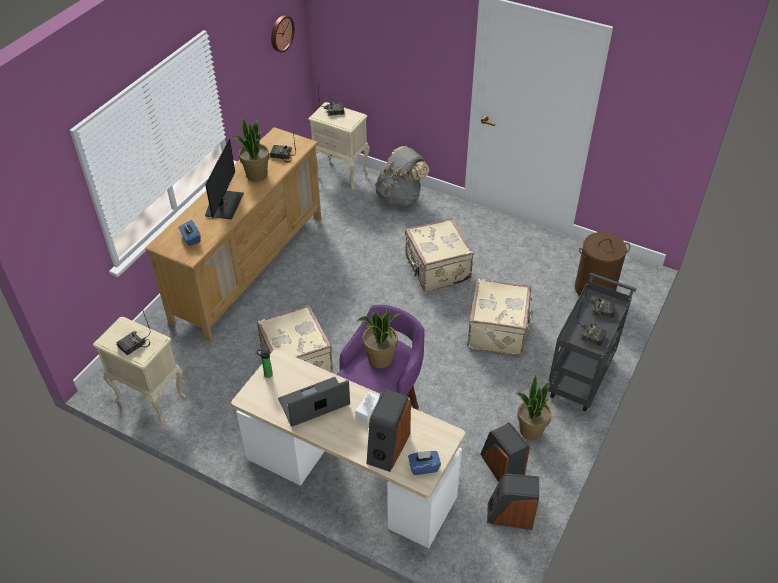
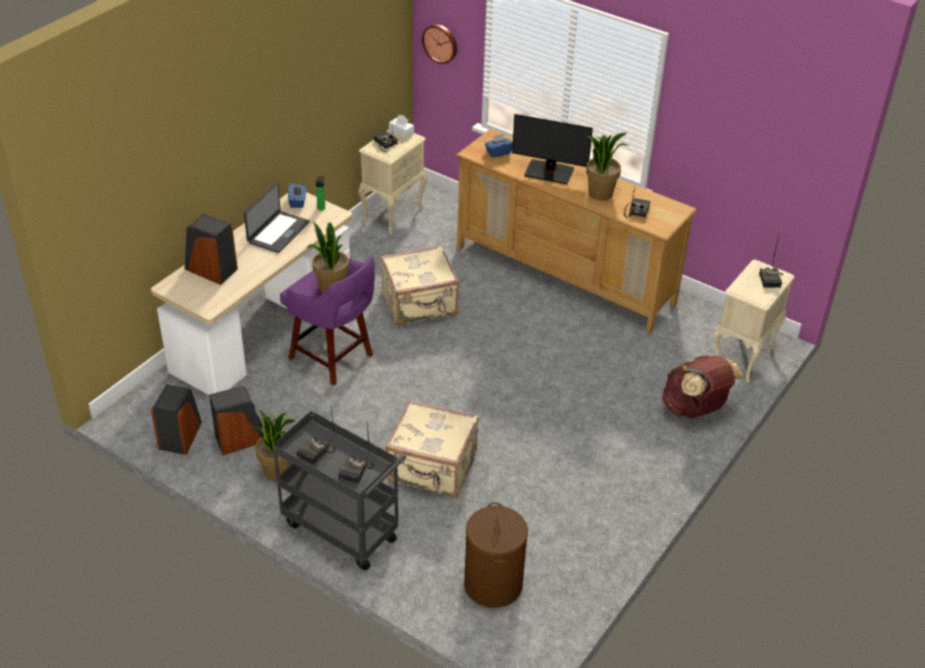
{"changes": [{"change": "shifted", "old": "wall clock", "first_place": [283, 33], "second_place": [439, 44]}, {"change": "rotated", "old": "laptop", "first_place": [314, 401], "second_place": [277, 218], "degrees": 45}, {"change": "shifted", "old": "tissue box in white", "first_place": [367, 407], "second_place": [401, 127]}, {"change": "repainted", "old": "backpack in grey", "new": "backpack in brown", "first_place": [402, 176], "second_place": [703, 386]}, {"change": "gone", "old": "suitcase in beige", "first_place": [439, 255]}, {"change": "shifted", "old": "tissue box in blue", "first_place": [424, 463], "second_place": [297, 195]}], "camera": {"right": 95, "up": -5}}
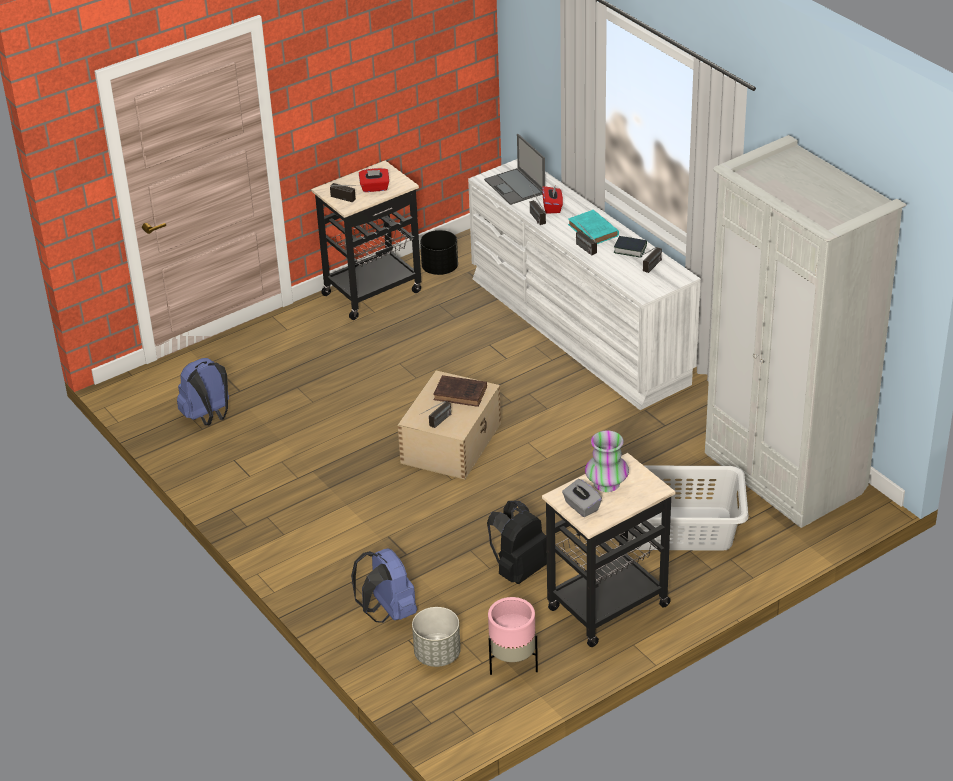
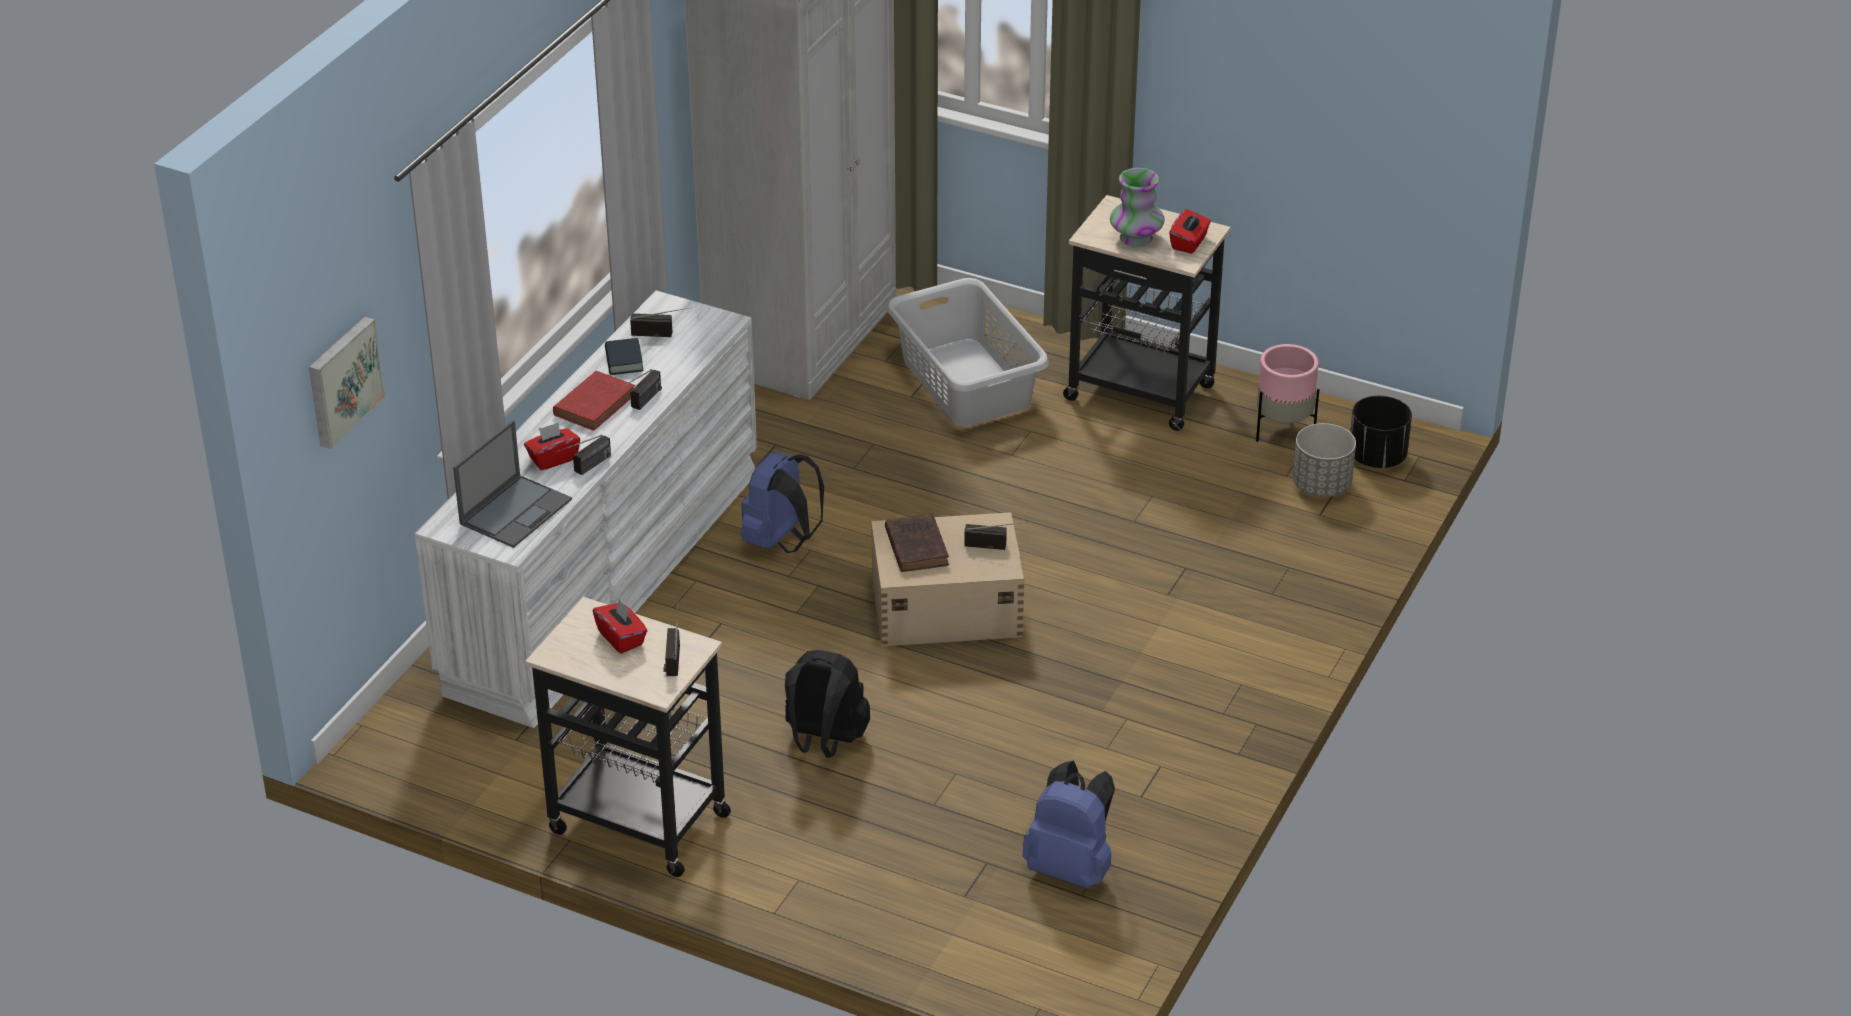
{"changes": [{"change": "shifted", "old": "backpack in blue", "first_place": [384, 585], "second_place": [782, 502]}, {"change": "shifted", "old": "planter in black", "first_place": [439, 252], "second_place": [1381, 432]}, {"change": "shifted", "old": "backpack in black", "first_place": [517, 542], "second_place": [827, 704]}, {"change": "repainted", "old": "tissue box in grey", "new": "tissue box in red", "first_place": [582, 498], "second_place": [1190, 231]}, {"change": "repainted", "old": "book in turquoise", "new": "book in red", "first_place": [593, 227], "second_place": [594, 401]}, {"change": "new", "new": "picture", "second_place": [347, 383]}], "camera": {"right": -120, "up": 0}}
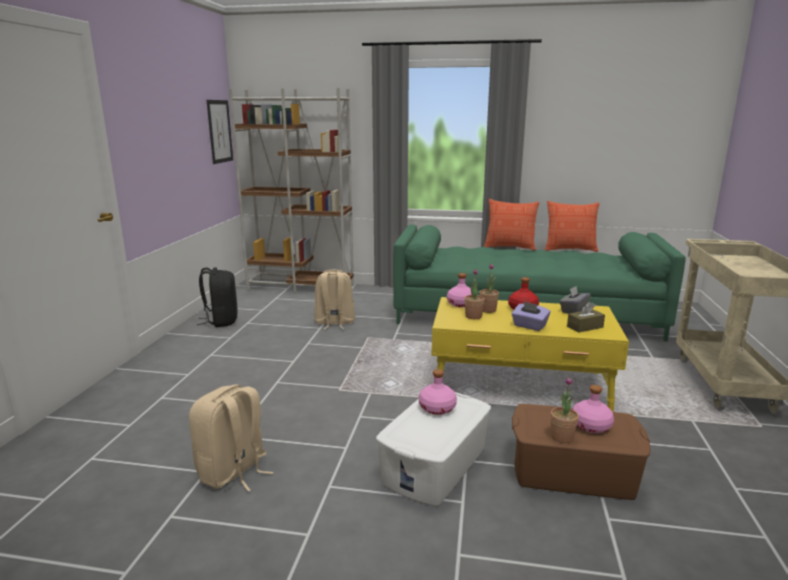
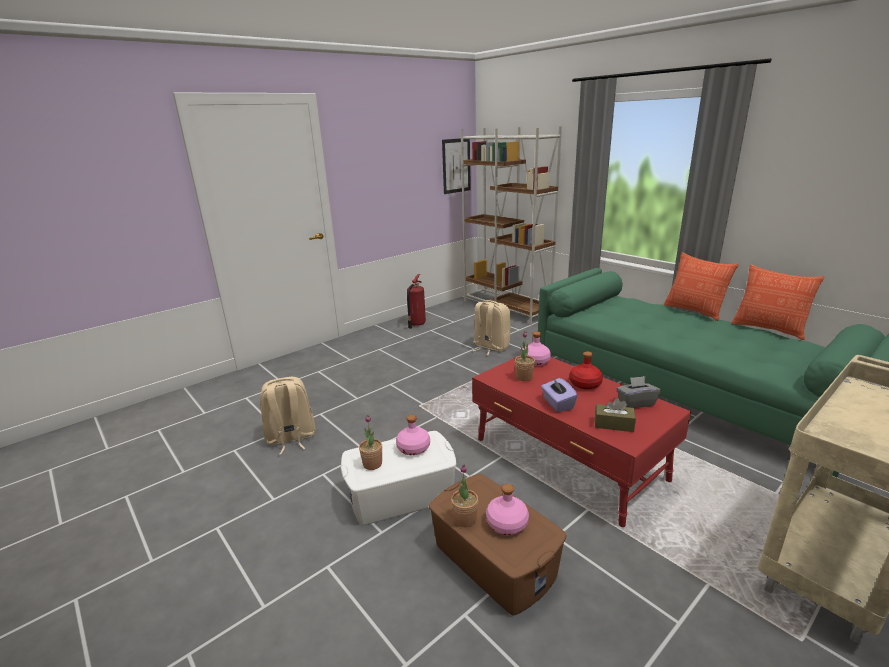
{"changes": [{"change": "swapped", "old": "backpack in black", "new": "fire extinguisher", "first_place": [217, 297], "second_place": [416, 301]}, {"change": "repainted", "old": "coffee table in yellow", "new": "coffee table in red", "first_place": [530, 354], "second_place": [581, 441]}, {"change": "shifted", "old": "potted plant", "first_place": [489, 288], "second_place": [370, 442]}], "camera": {"right": 40, "up": 5}}
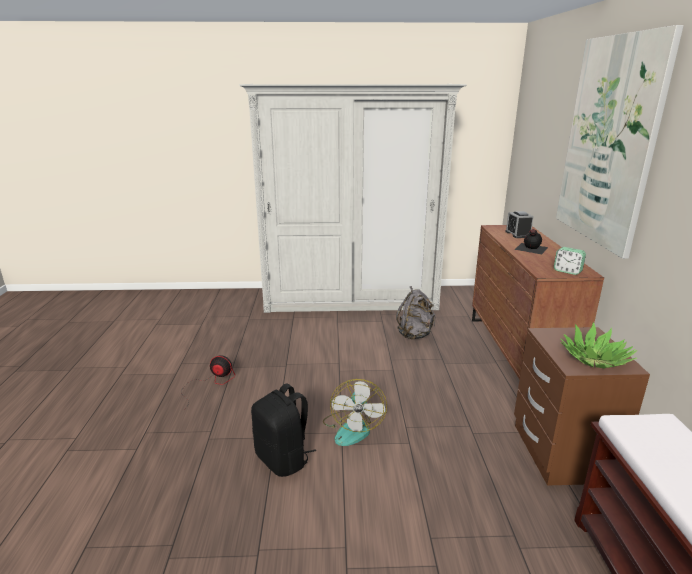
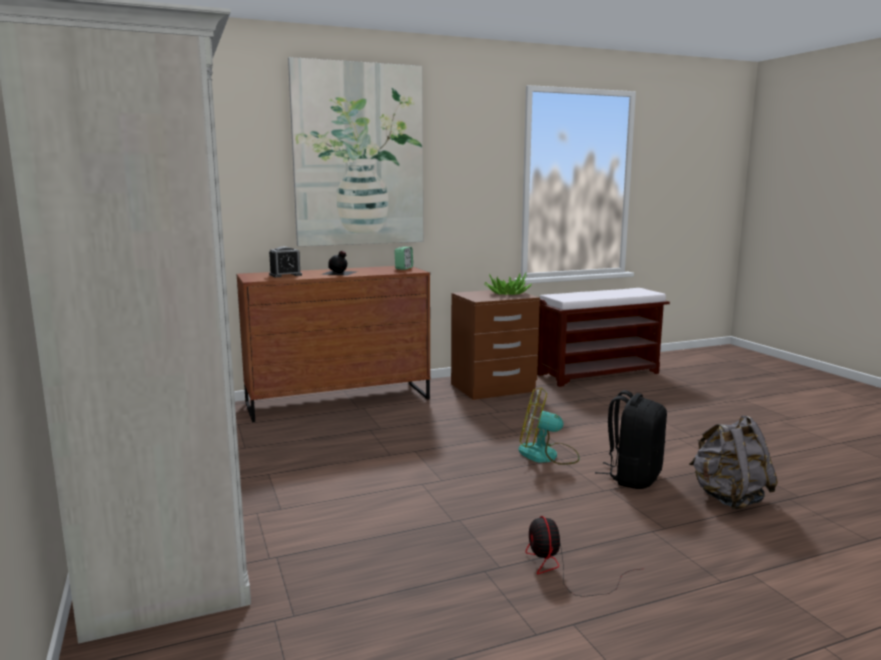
{"changes": [{"change": "rotated", "old": "fan", "first_place": [355, 412], "second_place": [549, 426], "degrees": -150}, {"change": "shifted", "old": "backpack in grey", "first_place": [415, 312], "second_place": [733, 462]}], "camera": {"right": -110, "up": -10}}
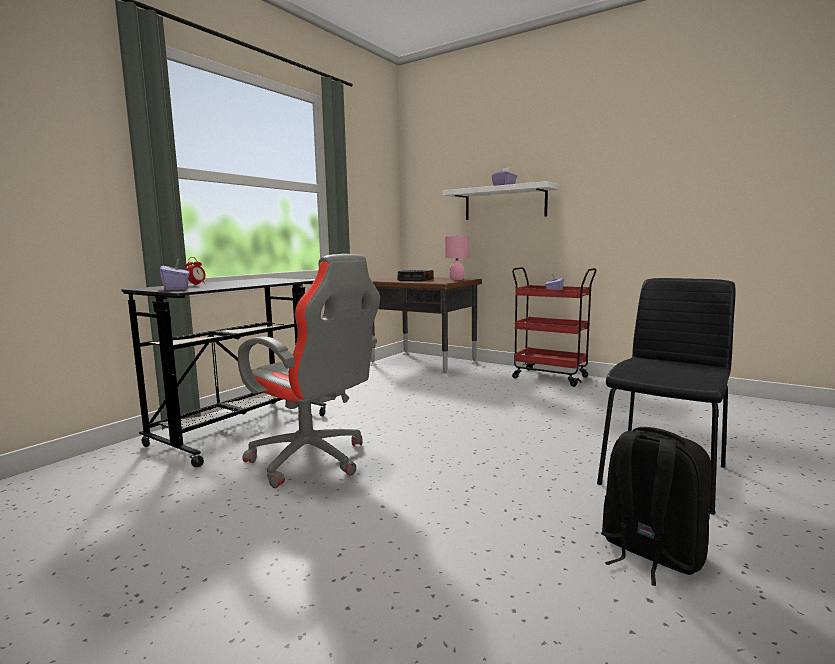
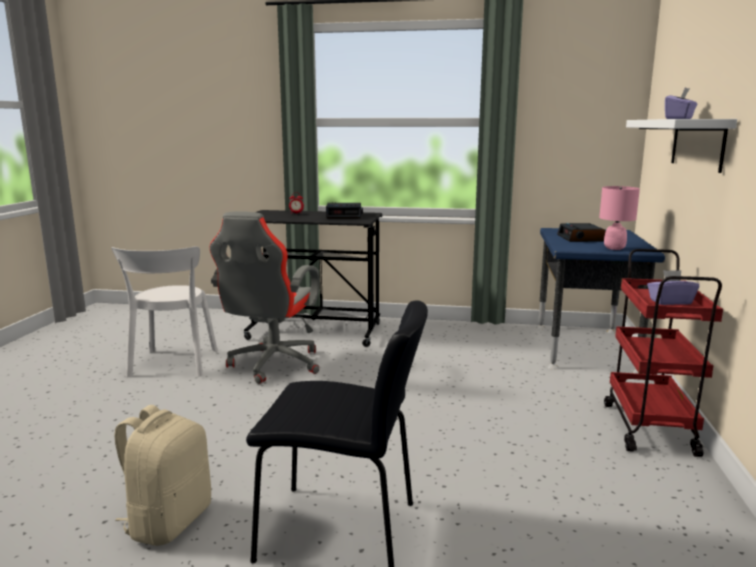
{"changes": [{"change": "gone", "old": "tissue box in purple", "first_place": [175, 274]}, {"change": "repainted", "old": "desk in brown", "new": "desk in blue", "first_place": [426, 327], "second_place": [600, 301]}, {"change": "repainted", "old": "backpack in black", "new": "backpack in beige", "first_place": [656, 506], "second_place": [162, 475]}, {"change": "new", "new": "chair in white", "second_place": [164, 311]}, {"change": "new", "new": "alarm clock", "second_place": [344, 211]}], "camera": {"right": 65, "up": 5}}
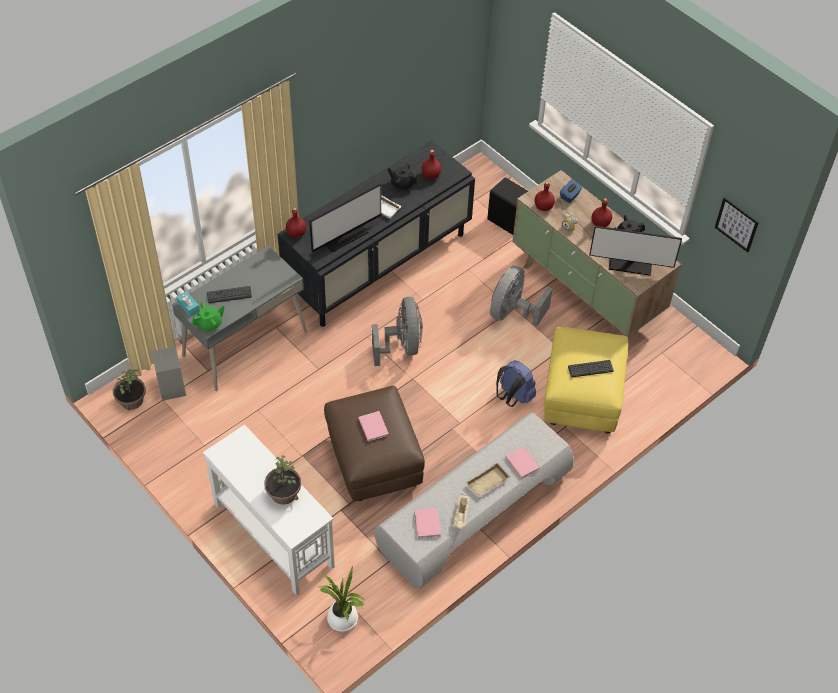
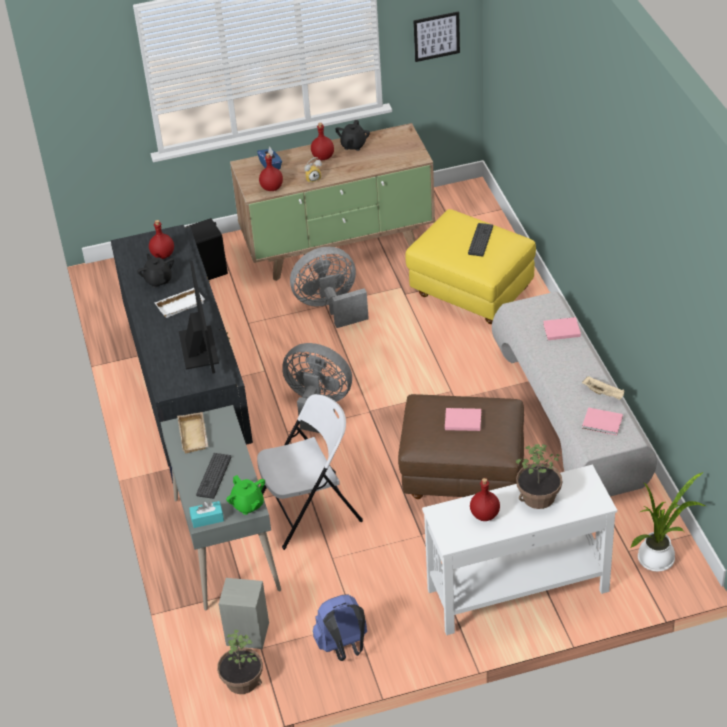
{"changes": [{"change": "rotated", "old": "teapot in green", "first_place": [208, 317], "second_place": [245, 495], "degrees": 150}, {"change": "shifted", "old": "bottle in red", "first_place": [296, 223], "second_place": [485, 499]}, {"change": "rotated", "old": "teapot in black", "first_place": [403, 177], "second_place": [155, 270], "degrees": 105}, {"change": "shifted", "old": "tray in beige", "first_place": [488, 479], "second_place": [193, 433]}, {"change": "rotated", "old": "fan in grey", "first_place": [521, 296], "second_place": [329, 287], "degrees": 105}, {"change": "shifted", "old": "backpack in blue", "first_place": [516, 383], "second_place": [340, 627]}, {"change": "gone", "old": "monitor", "first_place": [635, 251]}, {"change": "new", "new": "chair in white", "second_place": [310, 472]}], "camera": {"right": -60, "up": -10}}
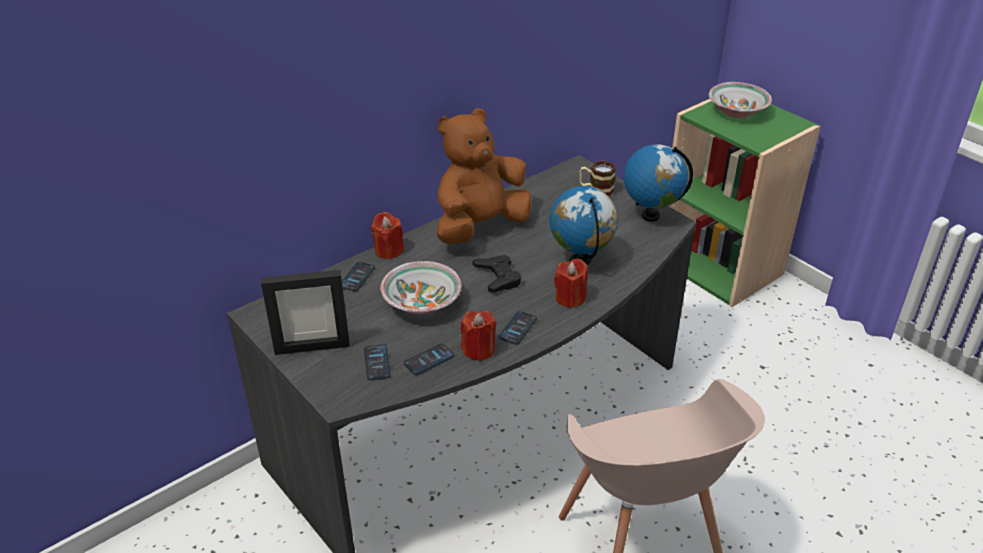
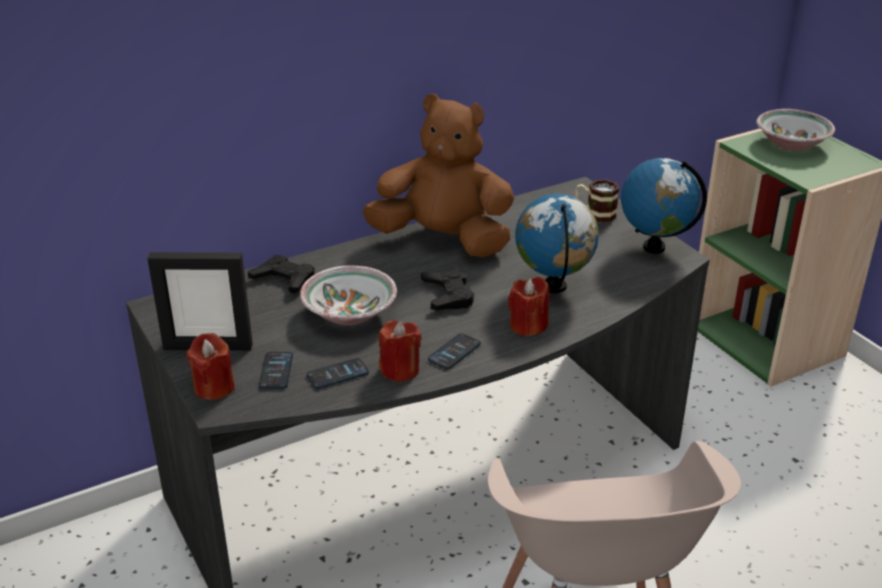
{"changes": [{"change": "swapped", "old": "phone", "new": "game controller in black", "first_place": [358, 276], "second_place": [281, 274]}, {"change": "shifted", "old": "candle in red", "first_place": [387, 235], "second_place": [211, 366]}, {"change": "rotated", "old": "plush toy in brown", "first_place": [484, 176], "second_place": [438, 175], "degrees": 45}], "camera": {"right": 10, "up": -5}}
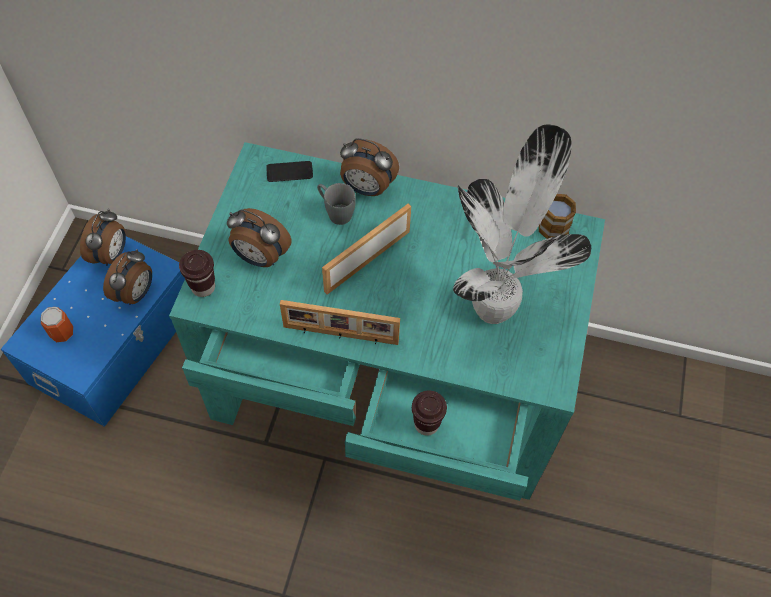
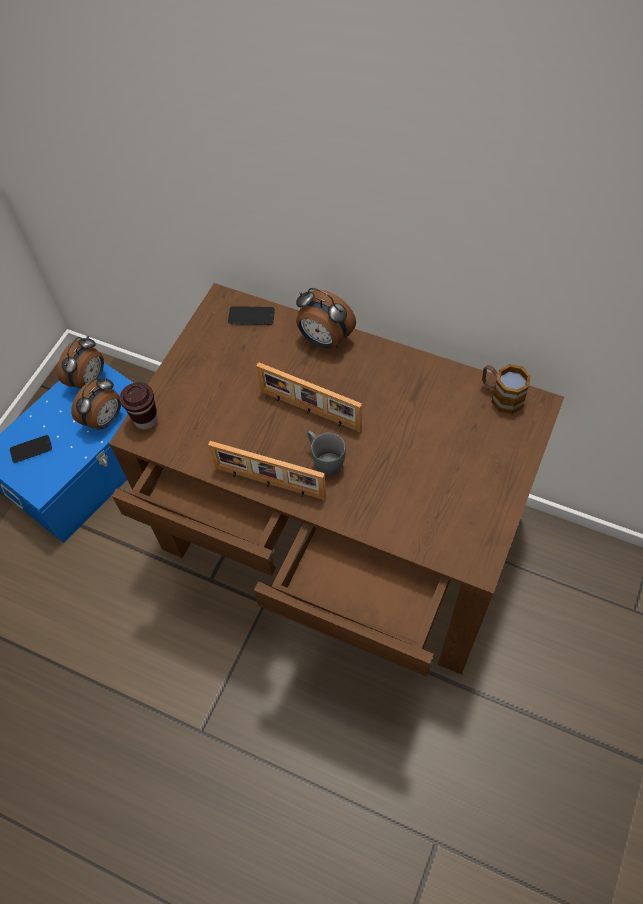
{"changes": [{"change": "swapped", "old": "can", "new": "phone", "first_place": [57, 324], "second_place": [31, 449]}, {"change": "repainted", "old": "desk in turquoise", "new": "desk in brown", "first_place": [387, 321], "second_place": [336, 480]}, {"change": "gone", "old": "alarm clock", "first_place": [259, 237]}, {"change": "shifted", "old": "mug in grey", "first_place": [336, 204], "second_place": [326, 453]}, {"change": "rotated", "old": "picture frame", "first_place": [366, 249], "second_place": [309, 397], "degrees": -120}, {"change": "gone", "old": "cup in brown", "first_place": [429, 413]}, {"change": "gone", "old": "potted plant", "first_place": [522, 224]}], "camera": {"right": 15, "up": 0}}
